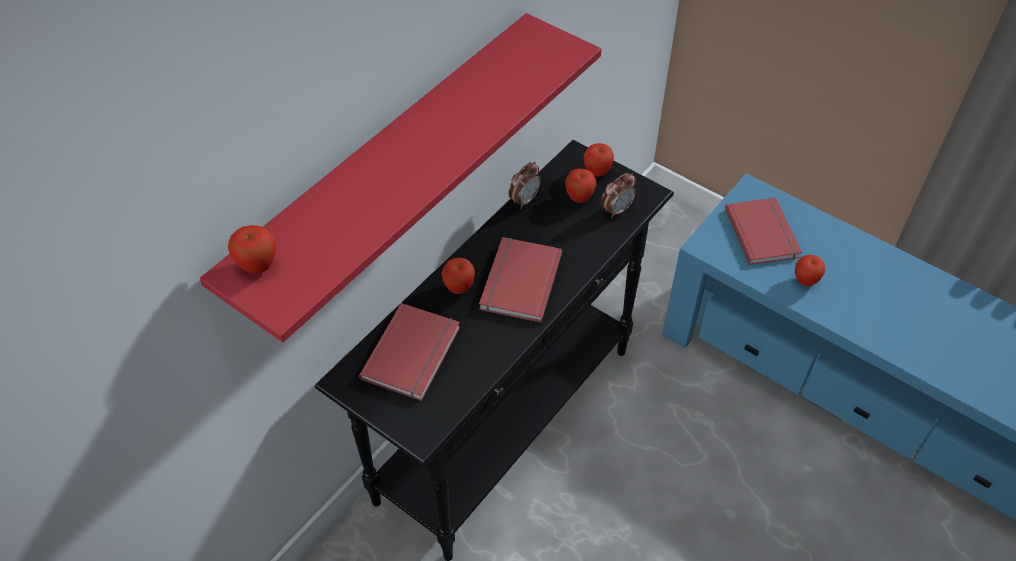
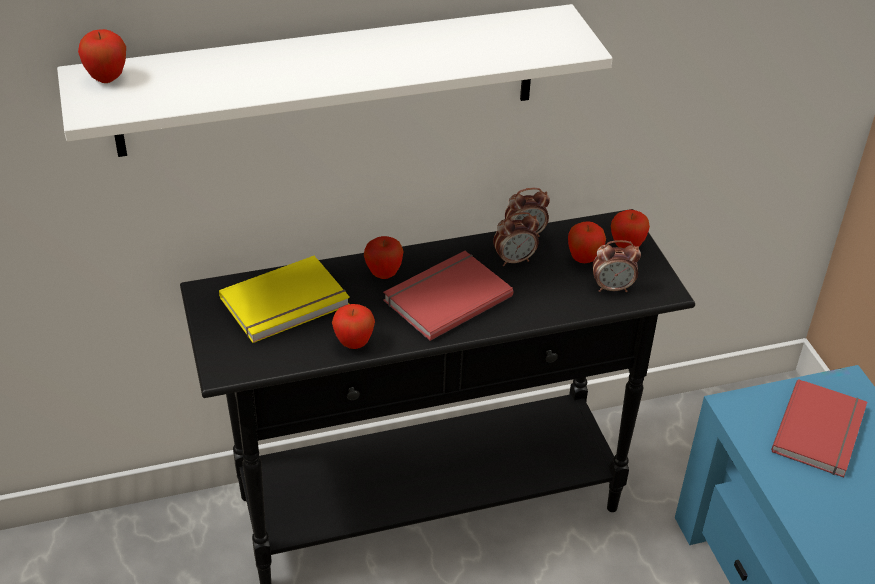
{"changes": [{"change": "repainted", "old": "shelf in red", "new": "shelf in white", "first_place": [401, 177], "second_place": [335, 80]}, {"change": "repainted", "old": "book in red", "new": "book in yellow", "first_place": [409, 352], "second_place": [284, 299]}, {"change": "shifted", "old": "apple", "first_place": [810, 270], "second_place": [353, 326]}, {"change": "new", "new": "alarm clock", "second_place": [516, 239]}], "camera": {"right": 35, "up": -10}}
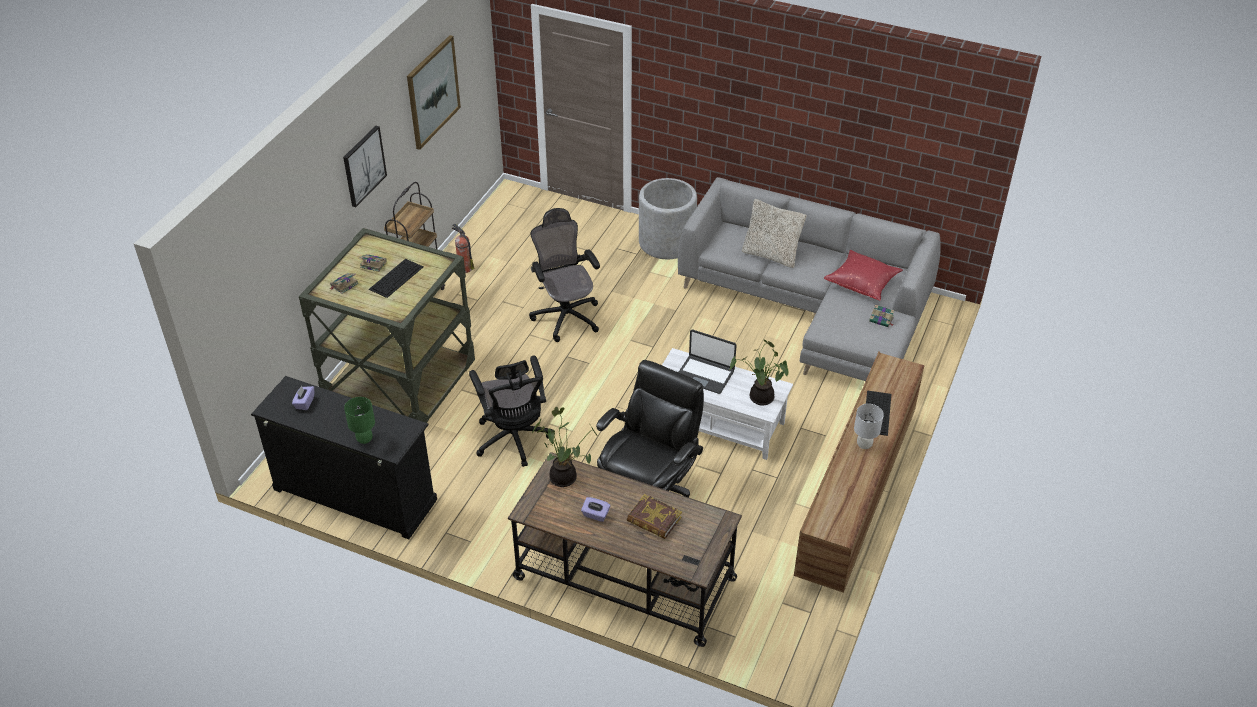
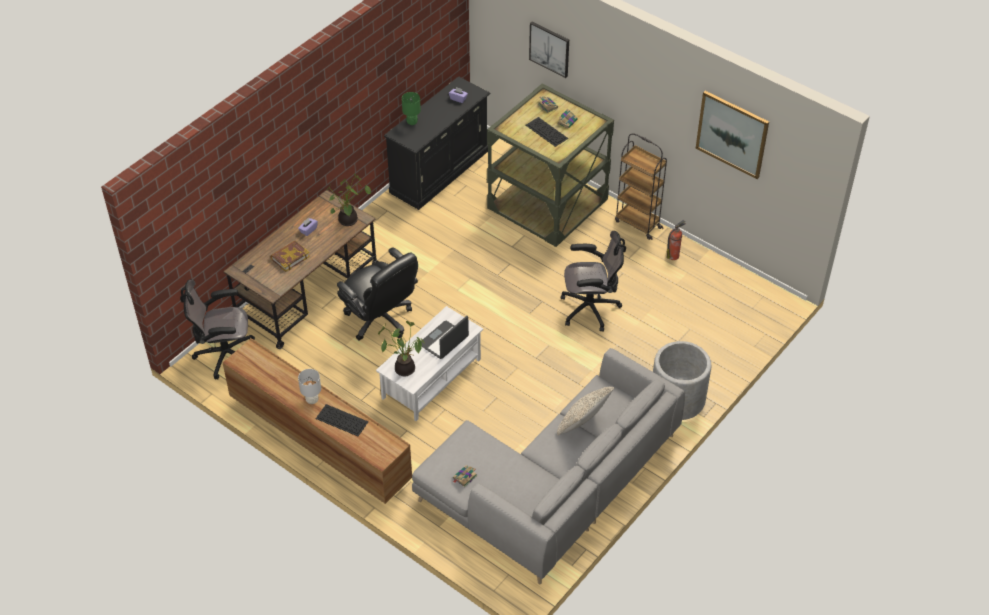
{"changes": [{"change": "shifted", "old": "picture", "first_place": [365, 166], "second_place": [549, 50]}, {"change": "shifted", "old": "office chair", "first_place": [510, 411], "second_place": [217, 329]}, {"change": "gone", "old": "pillow in red", "first_place": [863, 275]}], "camera": {"right": 105, "up": 5}}
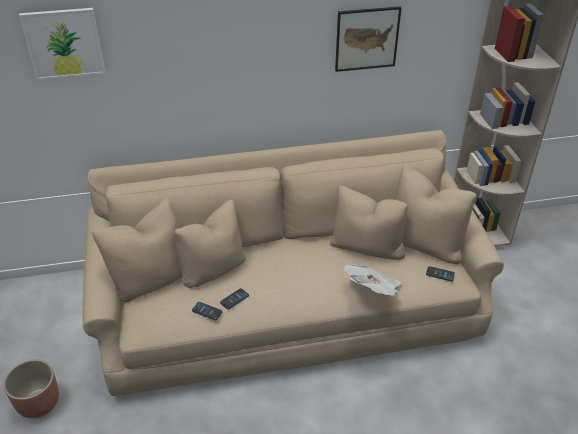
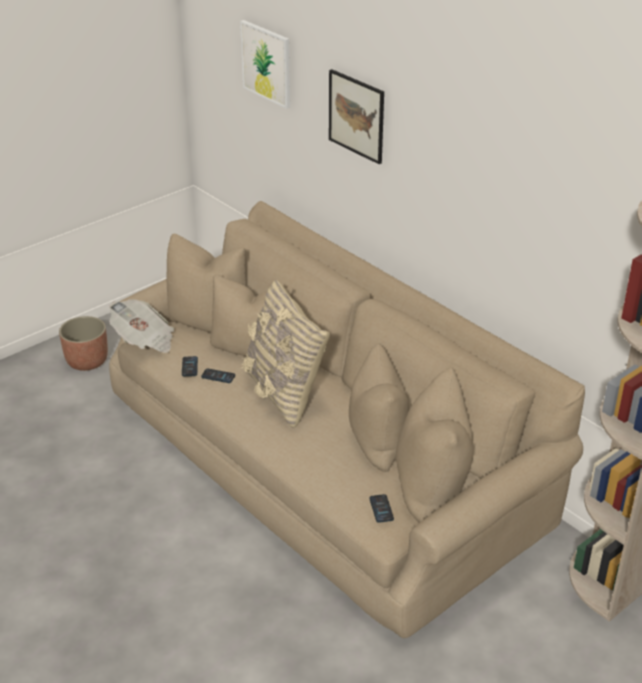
{"changes": [{"change": "shifted", "old": "picture", "first_place": [368, 39], "second_place": [356, 116]}, {"change": "shifted", "old": "newspaper", "first_place": [372, 280], "second_place": [141, 326]}, {"change": "new", "new": "pillow in beige", "second_place": [286, 354]}], "camera": {"right": 60, "up": -5}}
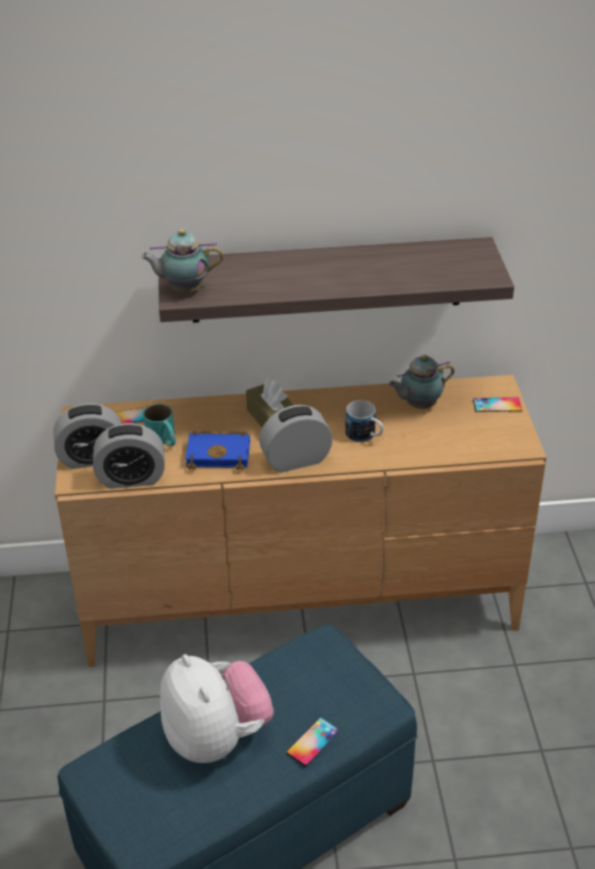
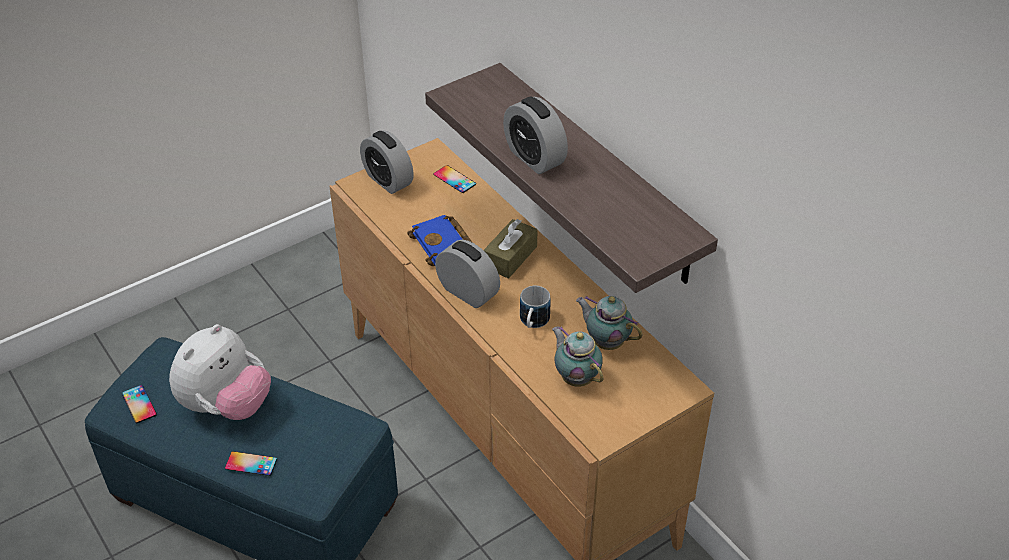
{"changes": [{"change": "shifted", "old": "alarm clock", "first_place": [129, 456], "second_place": [535, 135]}, {"change": "shifted", "old": "teapot", "first_place": [182, 260], "second_place": [577, 356]}, {"change": "gone", "old": "mug in turquoise", "first_place": [159, 425]}, {"change": "shifted", "old": "phone", "first_place": [497, 404], "second_place": [139, 404]}], "camera": {"right": 60, "up": 5}}
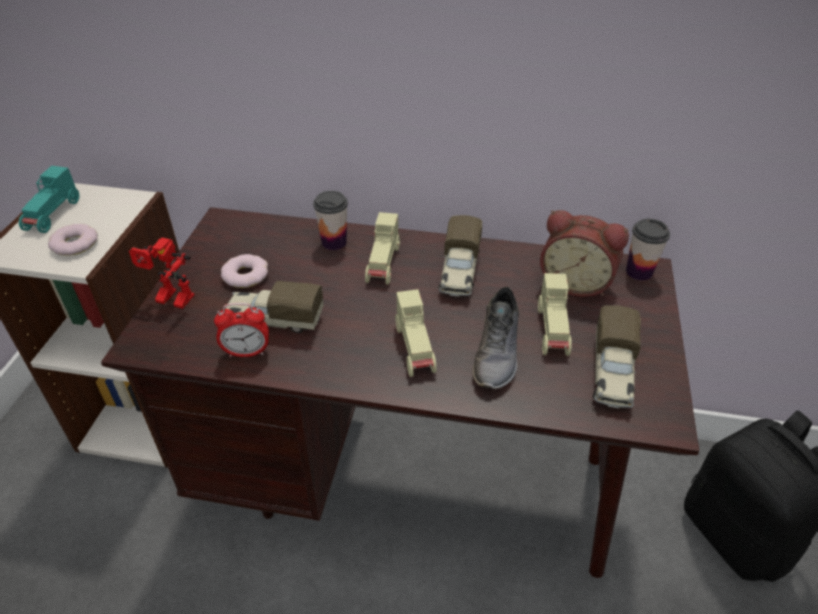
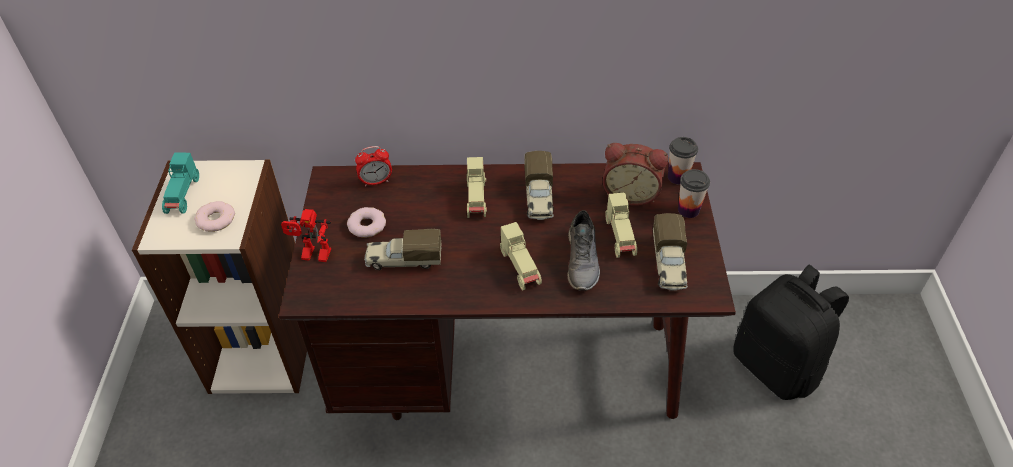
{"changes": [{"change": "shifted", "old": "alarm clock", "first_place": [241, 330], "second_place": [373, 166]}, {"change": "shifted", "old": "cup", "first_place": [330, 220], "second_place": [694, 193]}], "camera": {"right": -10, "up": 5}}
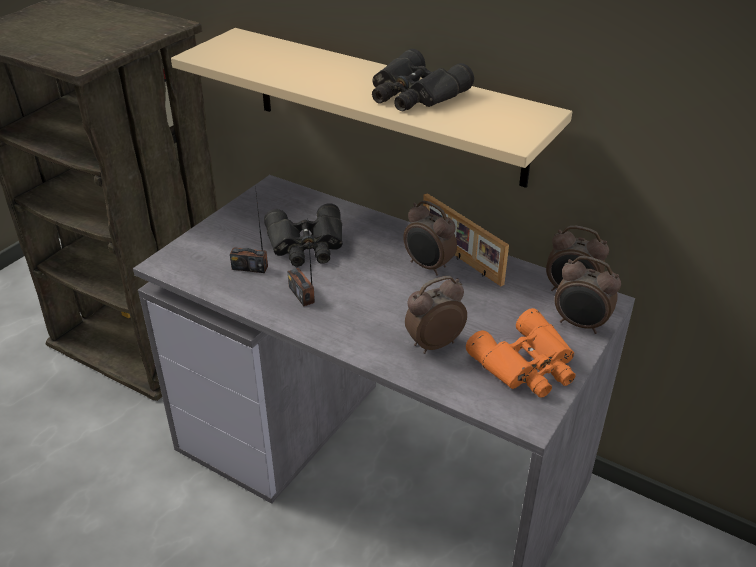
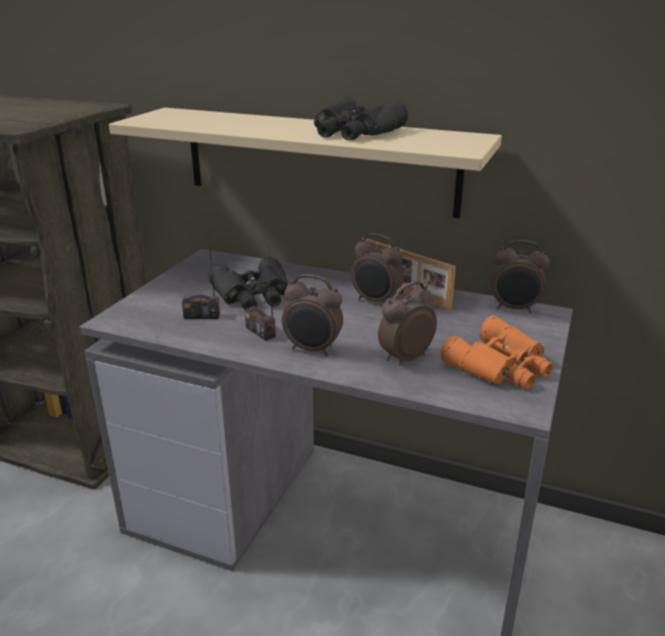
{"changes": [{"change": "shifted", "old": "alarm clock", "first_place": [587, 295], "second_place": [312, 315]}], "camera": {"right": -10, "up": -10}}
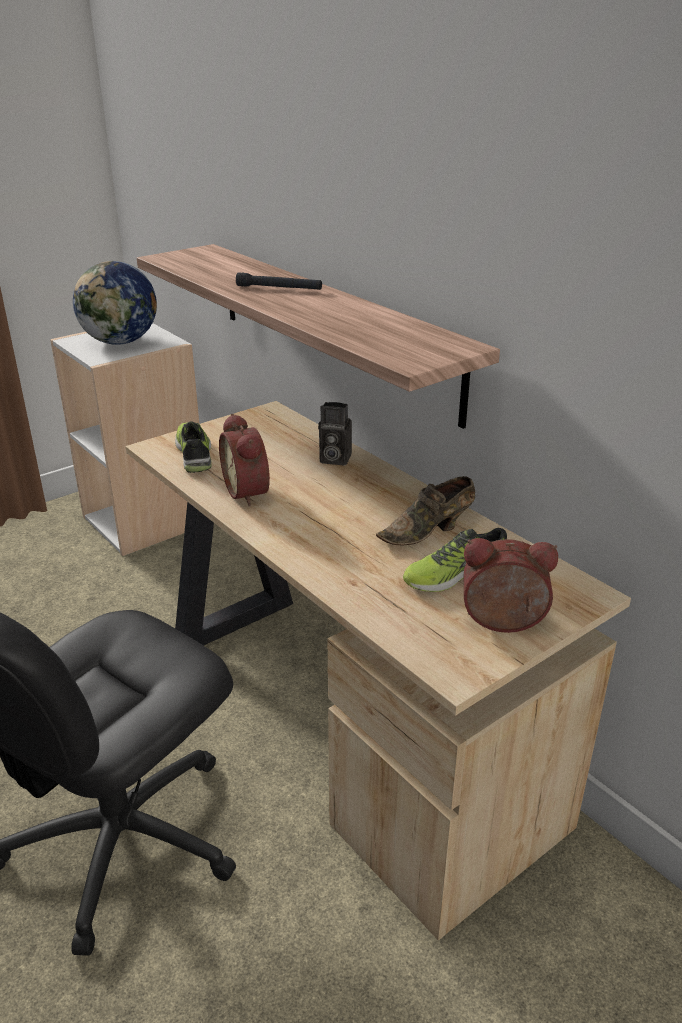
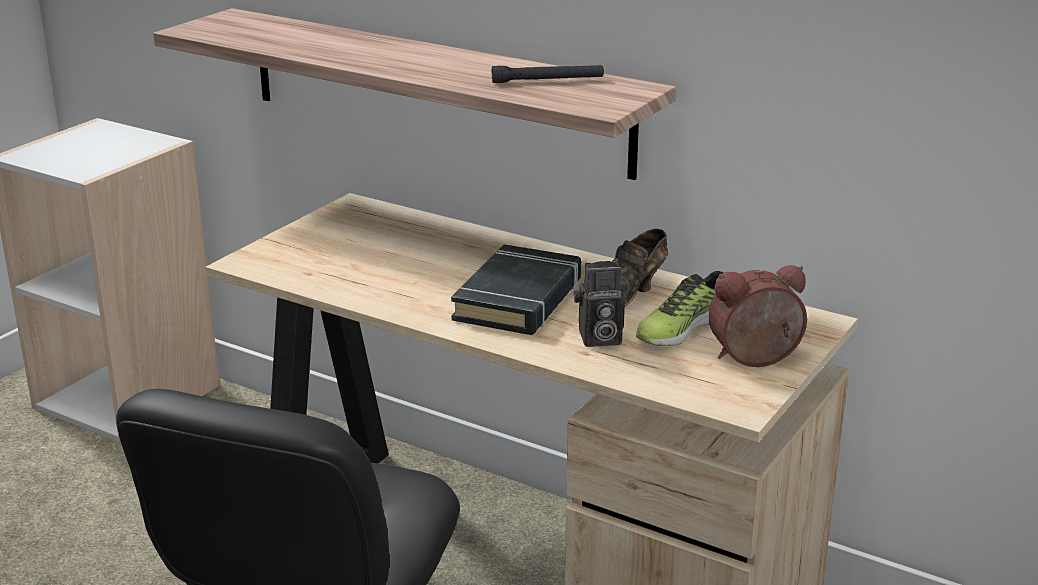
{"changes": [{"change": "gone", "old": "globe", "first_place": [115, 303]}, {"change": "gone", "old": "shoe", "first_place": [193, 447]}, {"change": "gone", "old": "alarm clock", "first_place": [244, 459]}, {"change": "shifted", "old": "flashlight in black", "first_place": [279, 281], "second_place": [548, 74]}, {"change": "shifted", "old": "photo camera", "first_place": [335, 434], "second_place": [599, 304]}, {"change": "new", "new": "book in black", "second_place": [516, 289]}], "camera": {"right": -20, "up": -5}}
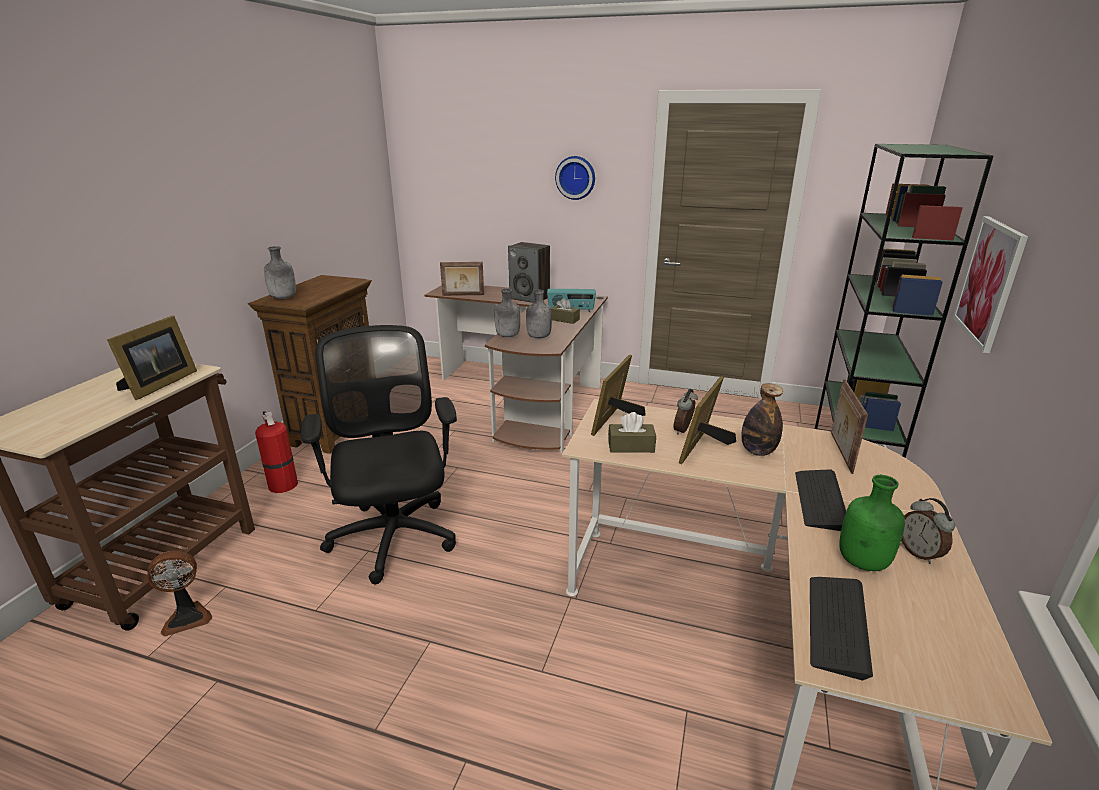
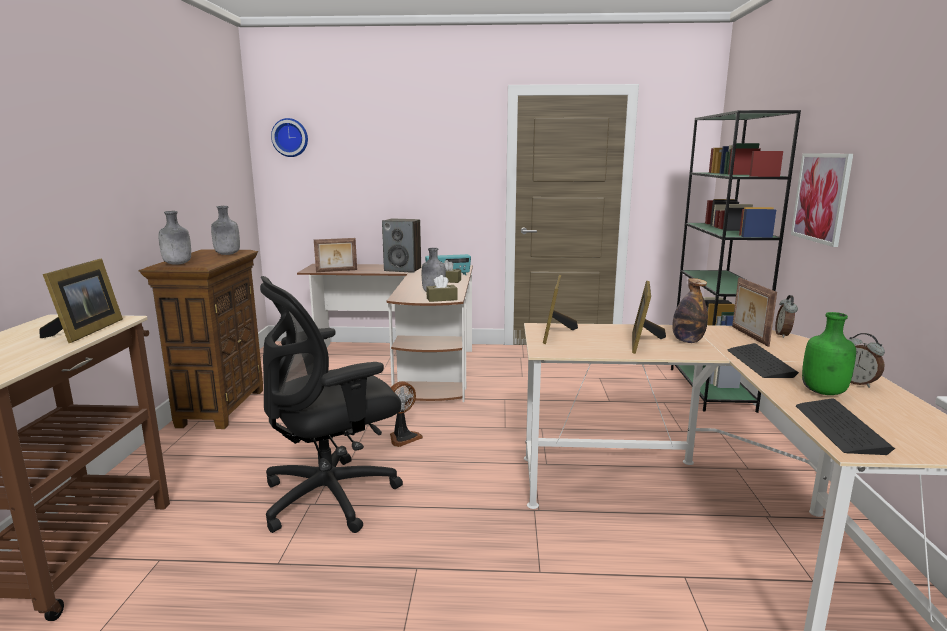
{"changes": [{"change": "shifted", "old": "fan", "first_place": [179, 594], "second_place": [406, 414]}, {"change": "gone", "old": "fire extinguisher", "first_place": [276, 452]}, {"change": "rotated", "old": "office chair in black", "first_place": [379, 454], "second_place": [331, 404], "degrees": -90}, {"change": "shifted", "old": "bottle in grey", "first_place": [507, 313], "second_place": [225, 230]}, {"change": "shifted", "old": "wall clock", "first_place": [575, 178], "second_place": [289, 137]}, {"change": "shifted", "old": "tissue box in brown", "first_place": [632, 432], "second_place": [442, 288]}, {"change": "shifted", "old": "alarm clock", "first_place": [686, 412], "second_place": [786, 316]}], "camera": {"right": -15, "up": -10}}
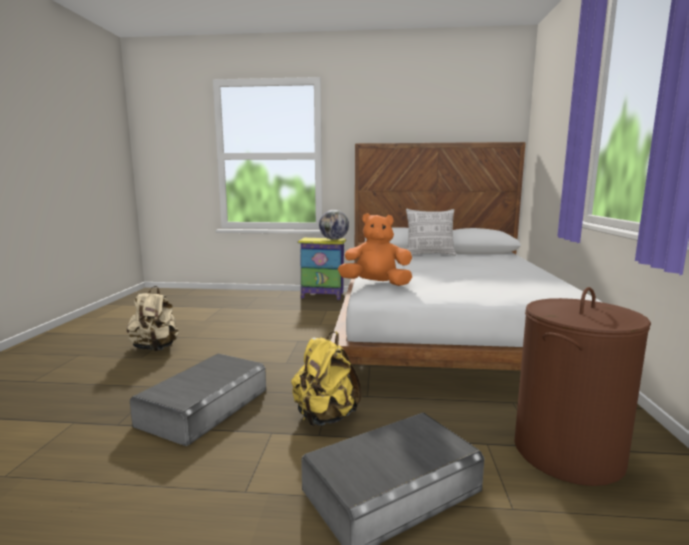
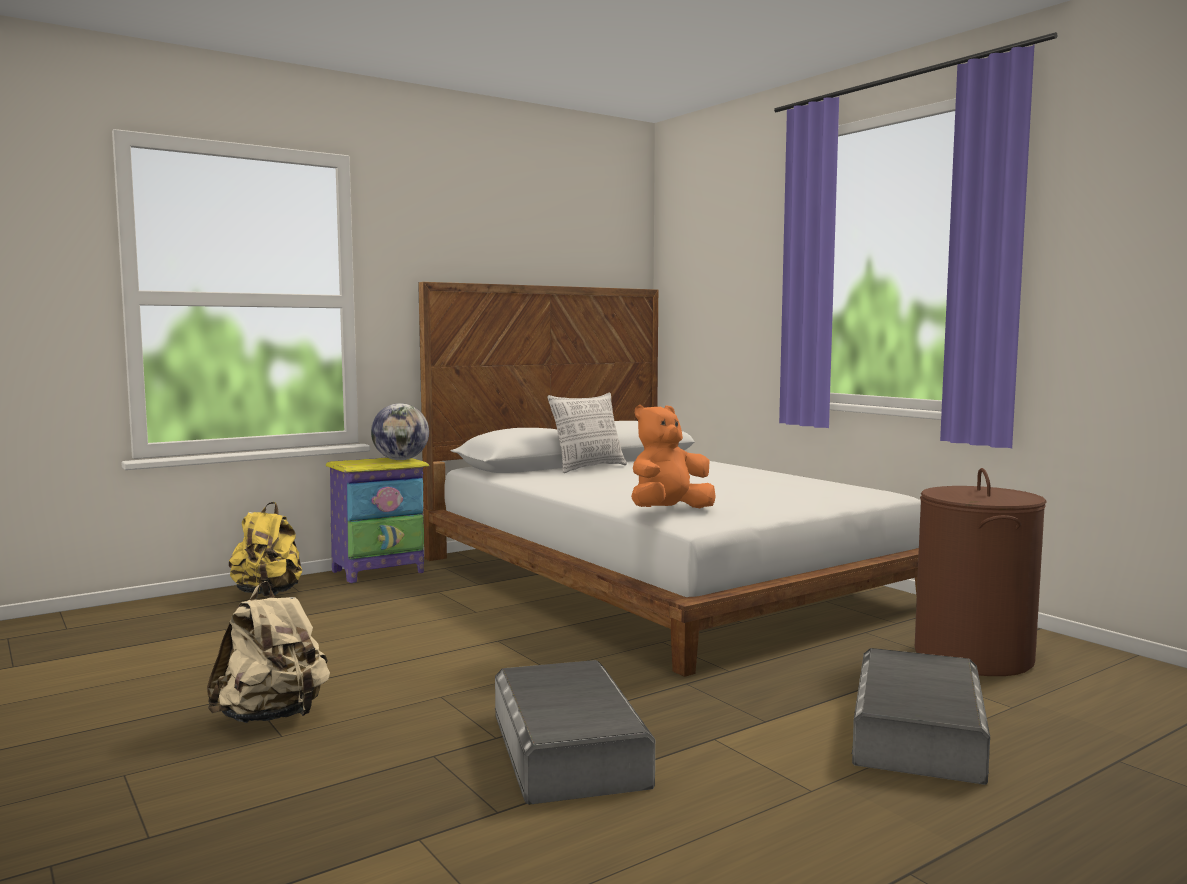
{"changes": [{"change": "shifted", "old": "backpack in yellow", "first_place": [326, 379], "second_place": [265, 549]}], "camera": {"right": -40, "up": -5}}
